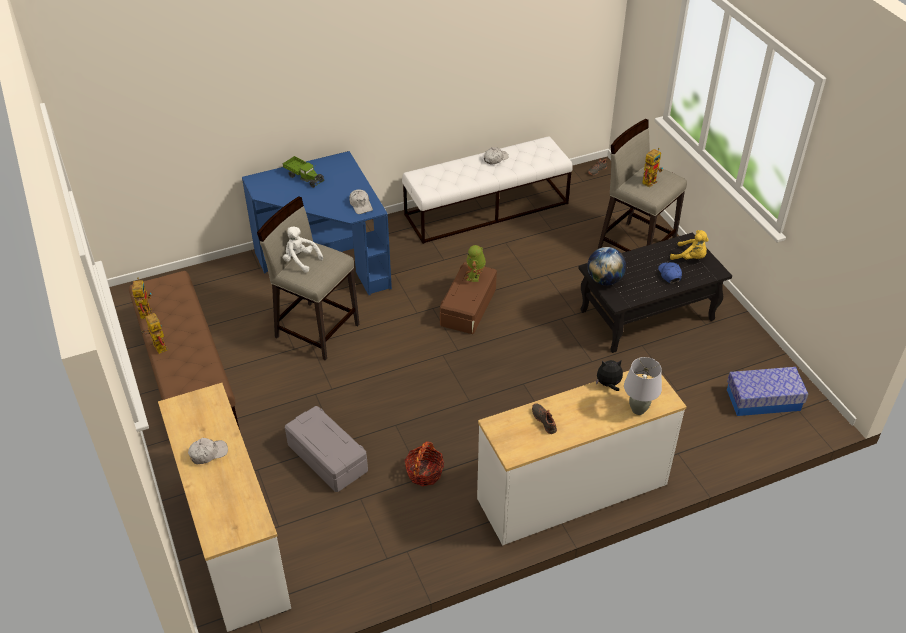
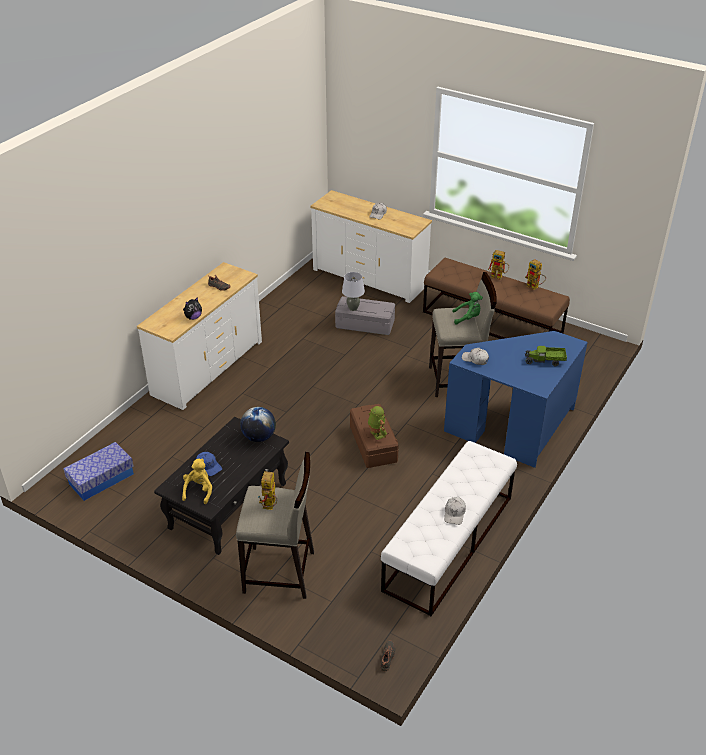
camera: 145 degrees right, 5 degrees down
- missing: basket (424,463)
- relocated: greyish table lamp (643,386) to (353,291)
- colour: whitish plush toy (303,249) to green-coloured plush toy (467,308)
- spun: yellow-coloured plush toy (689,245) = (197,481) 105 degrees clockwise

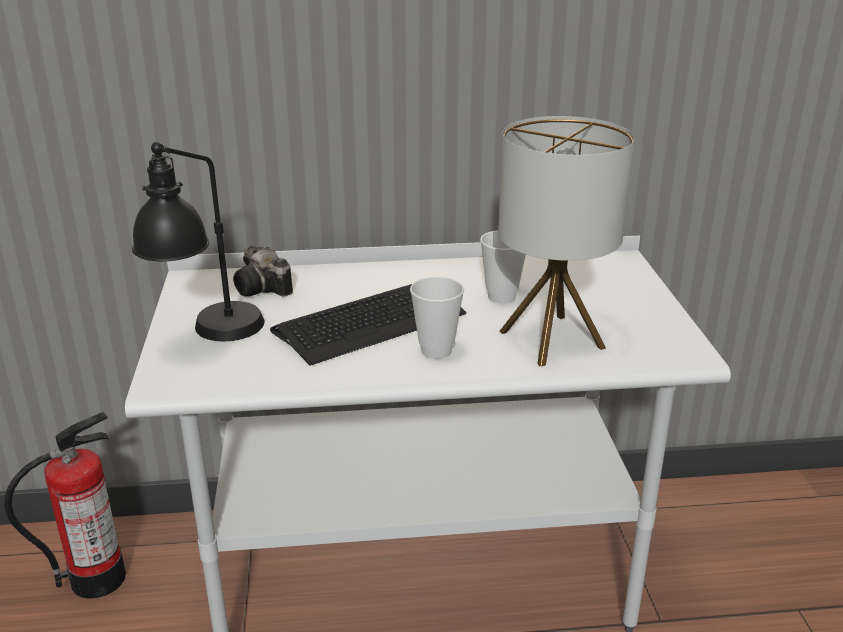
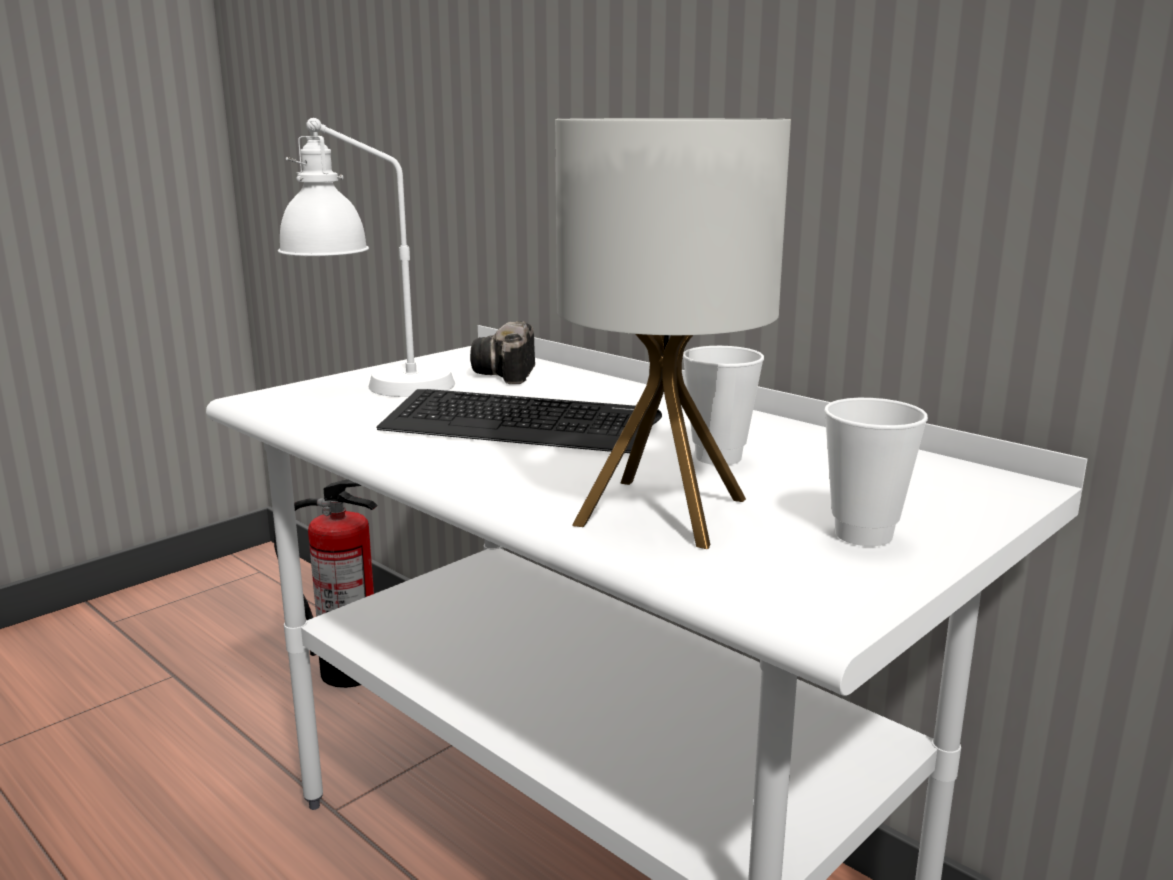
camera: 50 degrees right, 10 degrees down
- relocated: small cup (437,318) to (876,472)
- colour: black table lamp (198,242) to whitish table lamp (366,257)

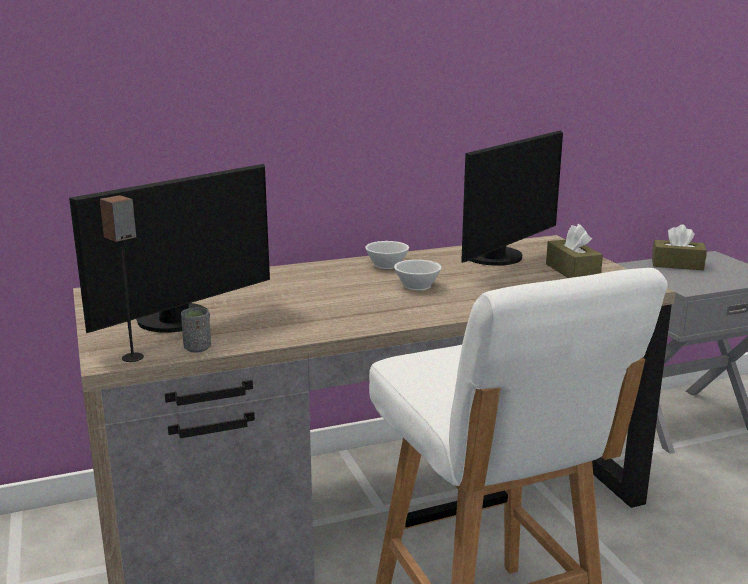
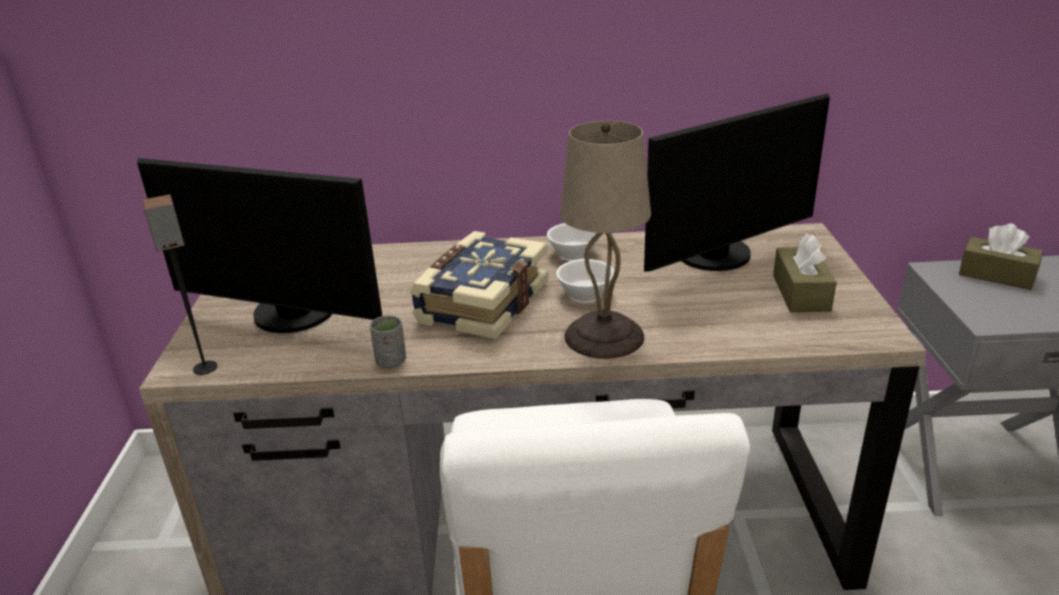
camera: 20 degrees right, 10 degrees up
- appeared: volume (478,285)
- appeared: beige table lamp (605,240)
- relocated: greyish small cup (196,330) to (388,342)
- spun: computer display (169,248) = (259,245) 45 degrees clockwise

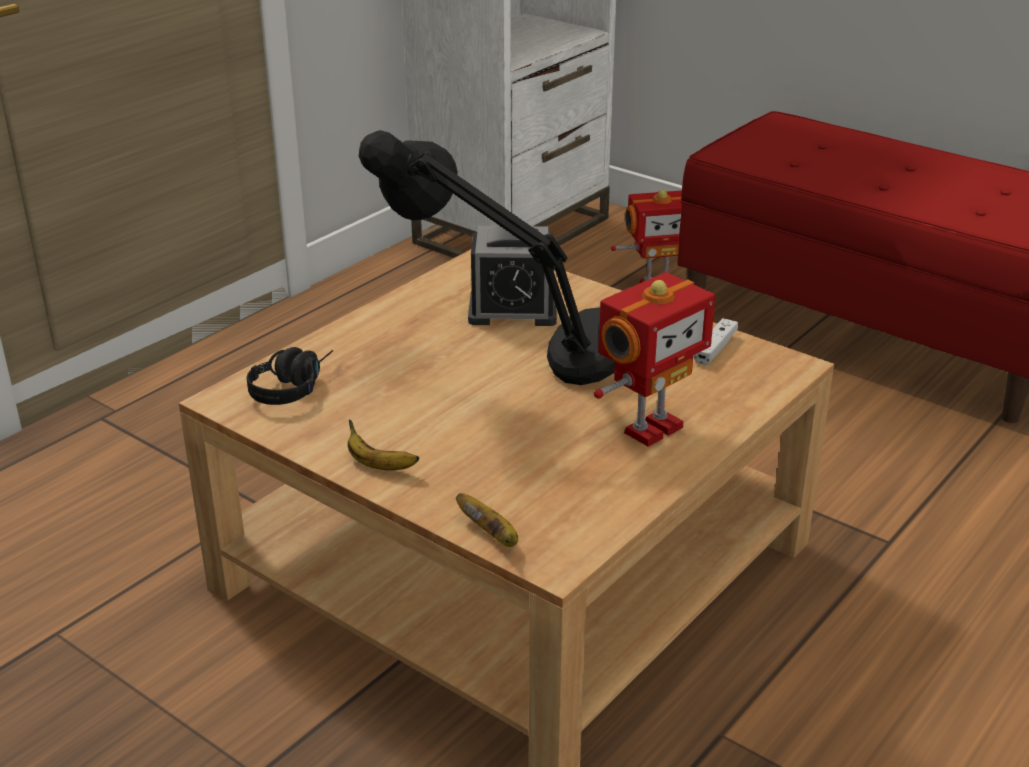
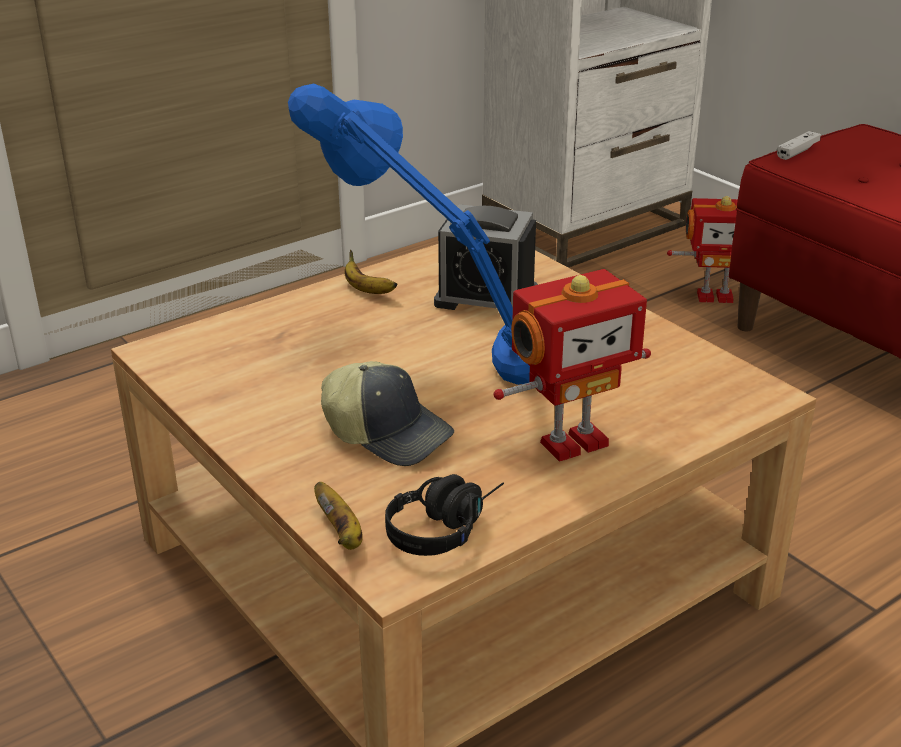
camera: 15 degrees right, 0 degrees up
- appeared: peaked cap (387,413)
- relocated: black pair of headphones (290,376) to (444,515)
- relocated: banana fruit (383,444) to (371,272)
- relocated: whitish game controller (716,341) to (799,145)
- colour: black table lamp (487,257) to blue-coloured table lamp (409,234)

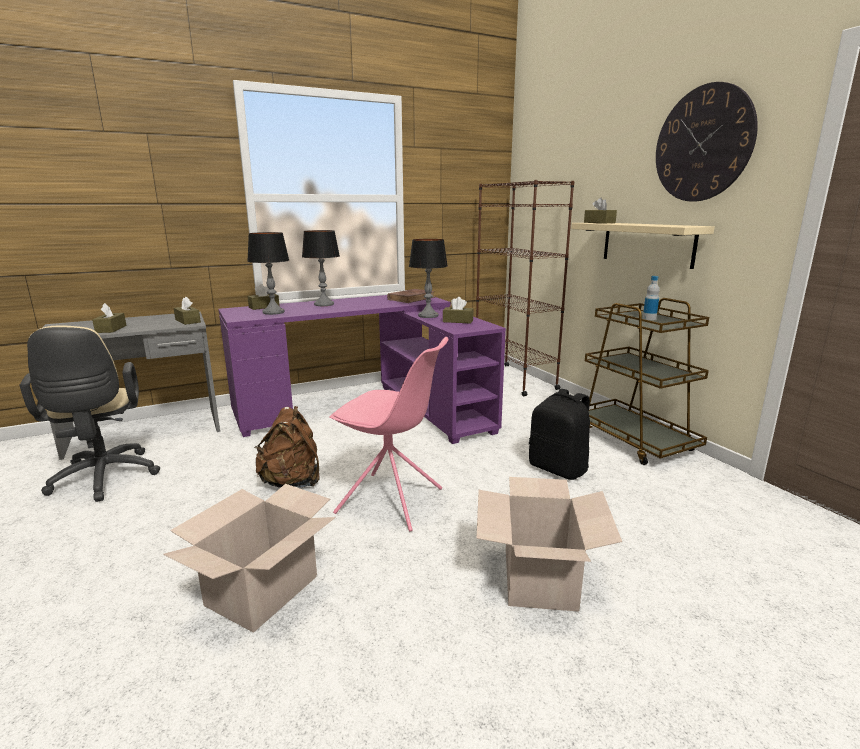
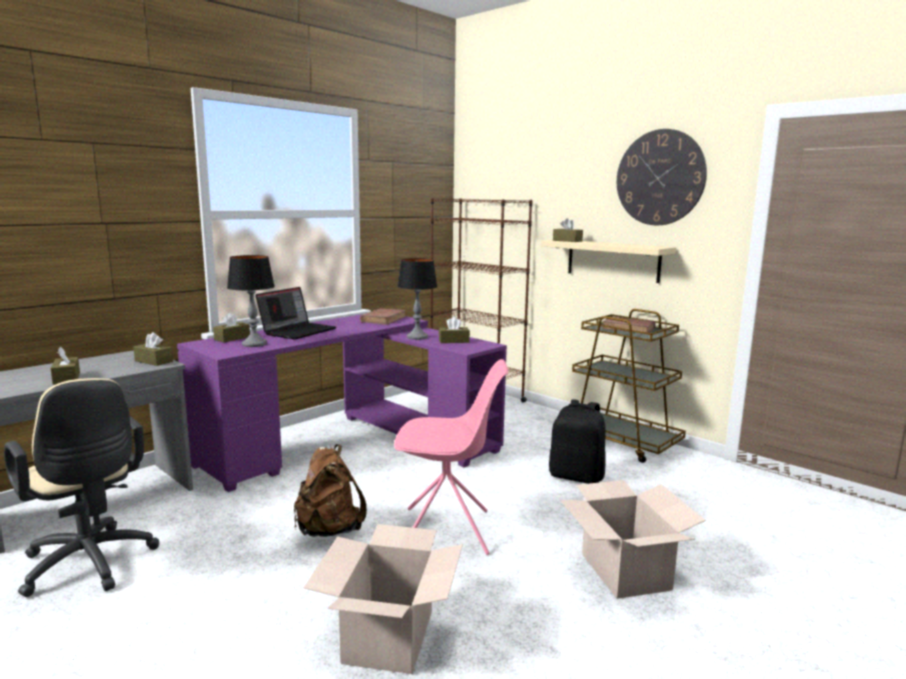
camera: 20 degrees left, 5 degrees down
- exchanged: table lamp (321,268) to portable computer (295,313)
- exchanged: beverage bottle (651,298) to brown volume (629,325)

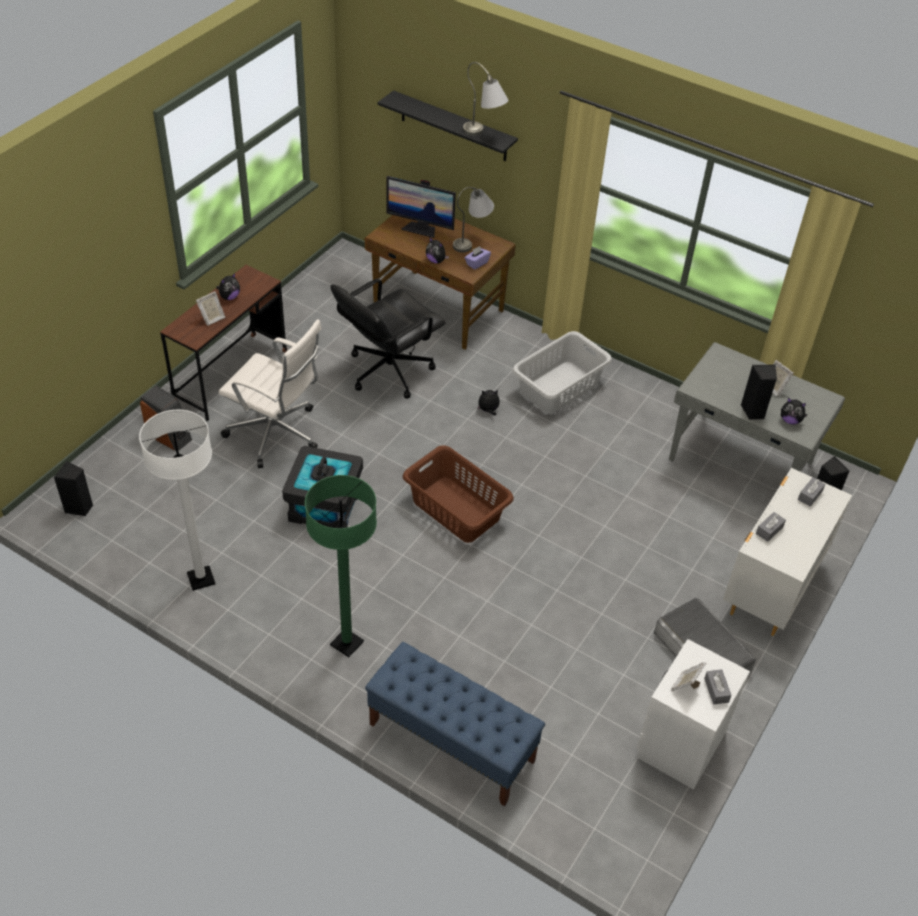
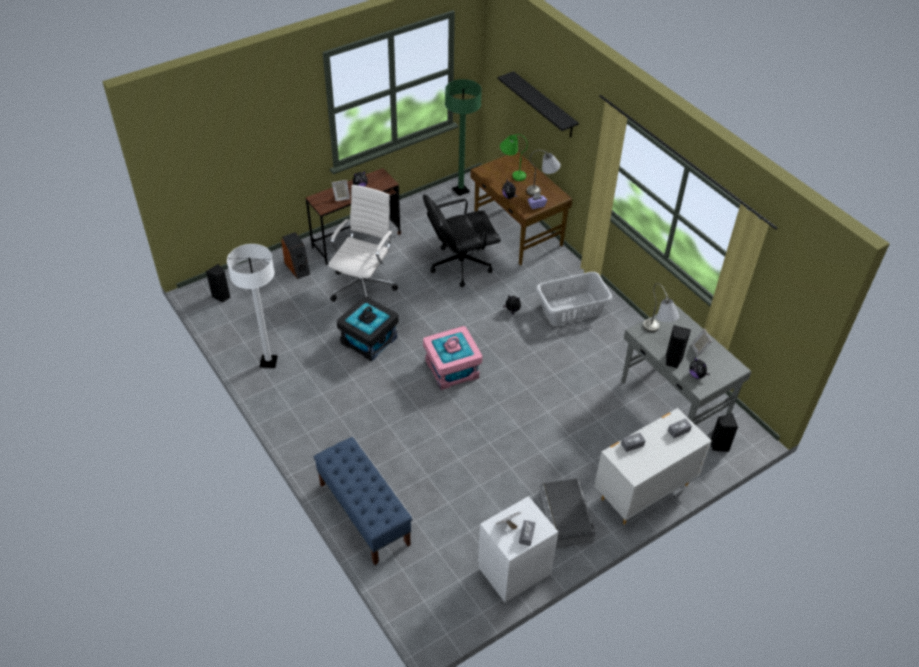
camera: 25 degrees right, 0 degrees up
- relocated: green-coloured floor lamp (341,566) to (463,137)
- relocated: greyish table lamp (485,99) to (661,307)
- exchanged: computer display (421,207) to green-coloured table lamp (514,157)
- exchanged: brown washing basket (458,494) to pinkish storage container (453,358)
- spun: whitish desk chair (269,393) = (363,243) 120 degrees counterclockwise

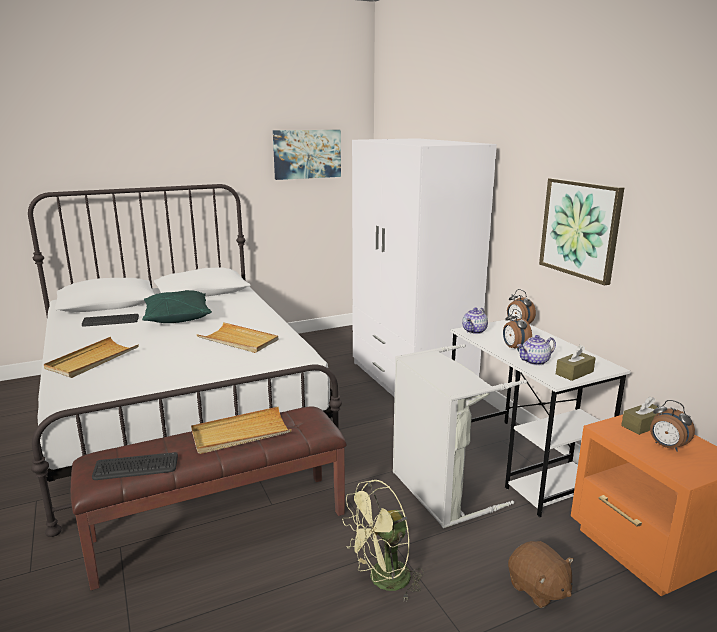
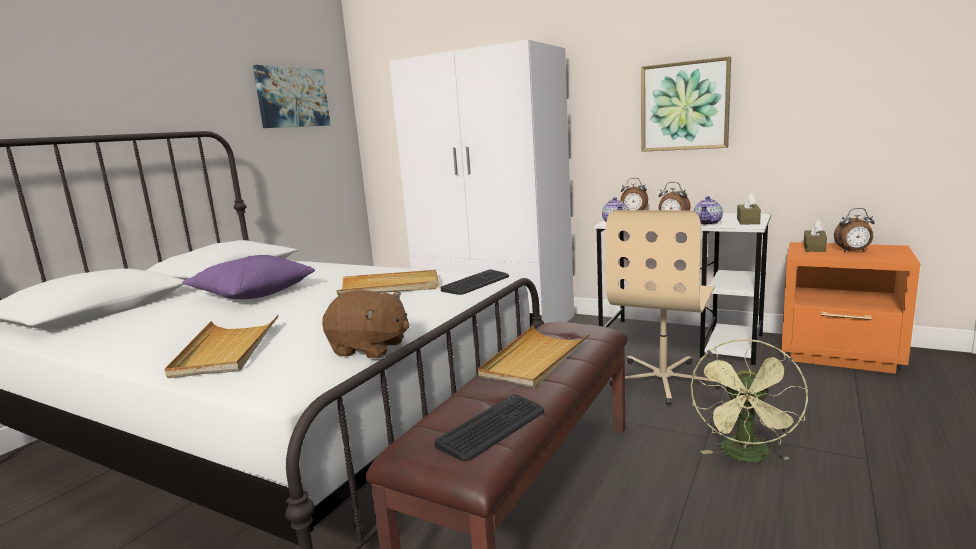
camera: 35 degrees left, 5 degrees down
- relocated: PC keyboard (110,320) to (475,282)
- relocated: brown plush toy (541,574) to (366,324)
- exchanged: greyish washing basket (460,436) to beige desk chair (664,307)
- colour: green-coloured throw pillow (177,306) to purplish throw pillow (248,277)

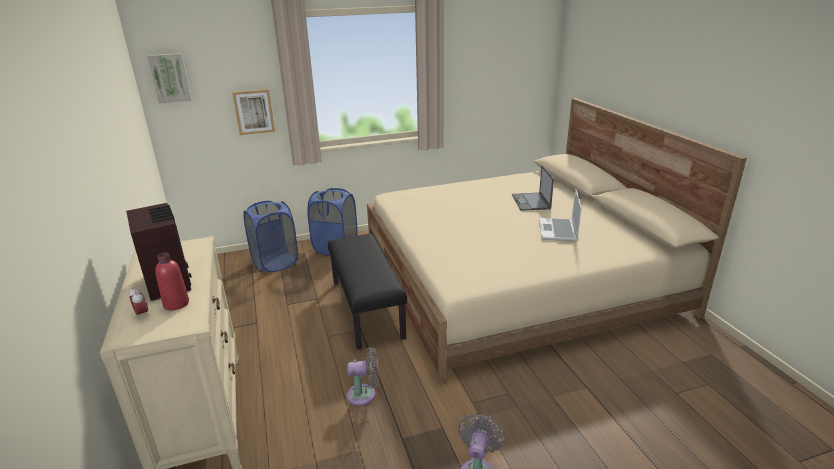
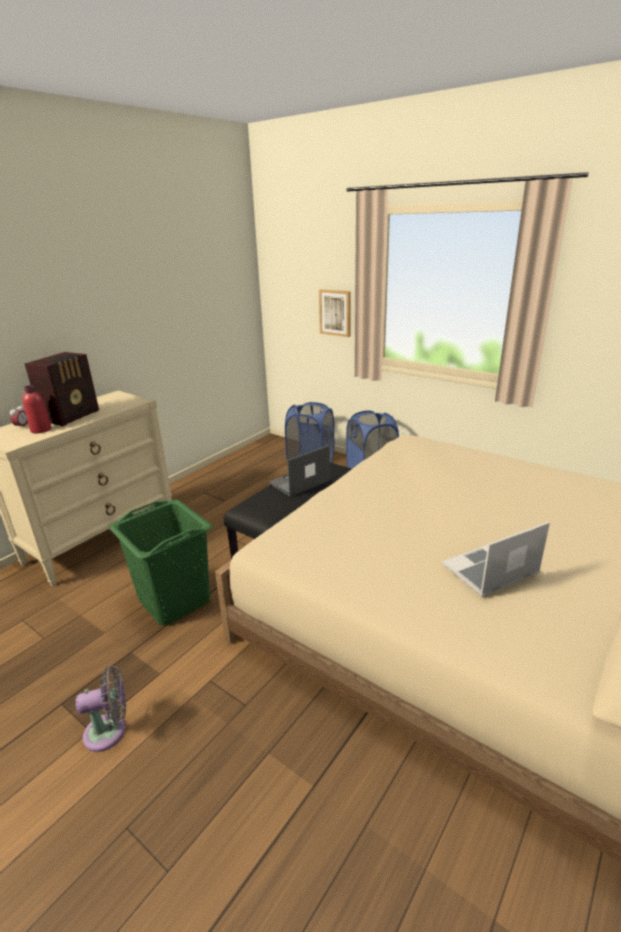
camera: 55 degrees right, 0 degrees up
- missing: picture (169,78)
- relocated: portable computer (533,188) to (299,471)
- exchanged: greyish cooling fan (363,376) to green-coloured washing basket (160,563)

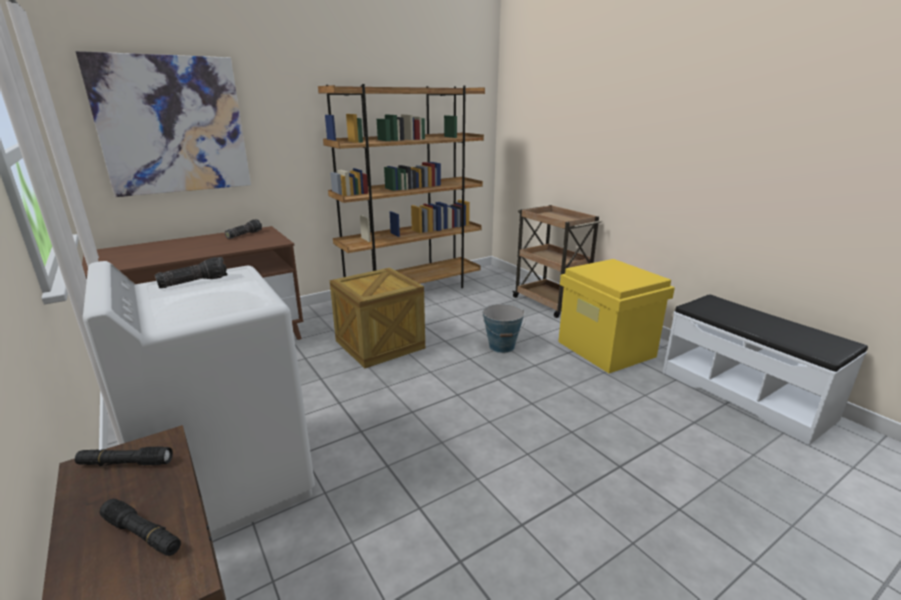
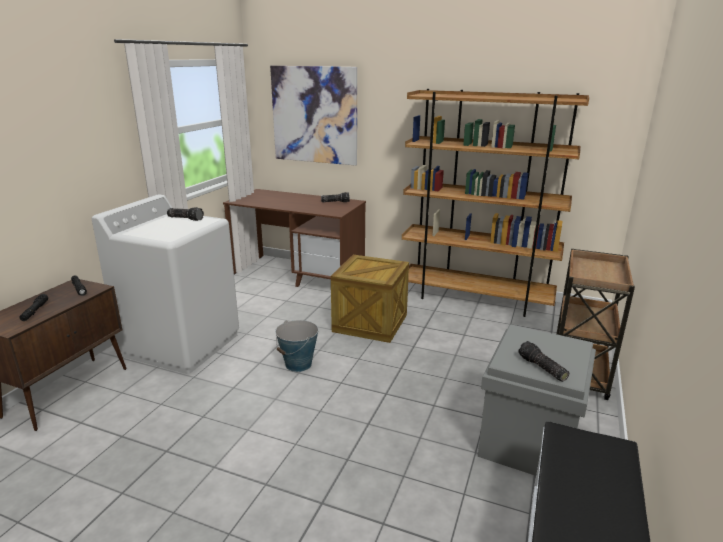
camera: 55 degrees right, 0 degrees up
- appeared: flashlight (543,361)
- relocated: water bucket (503,328) to (296,346)
- colour: yellow-coloured storage container (616,316) to greyish storage container (537,400)

